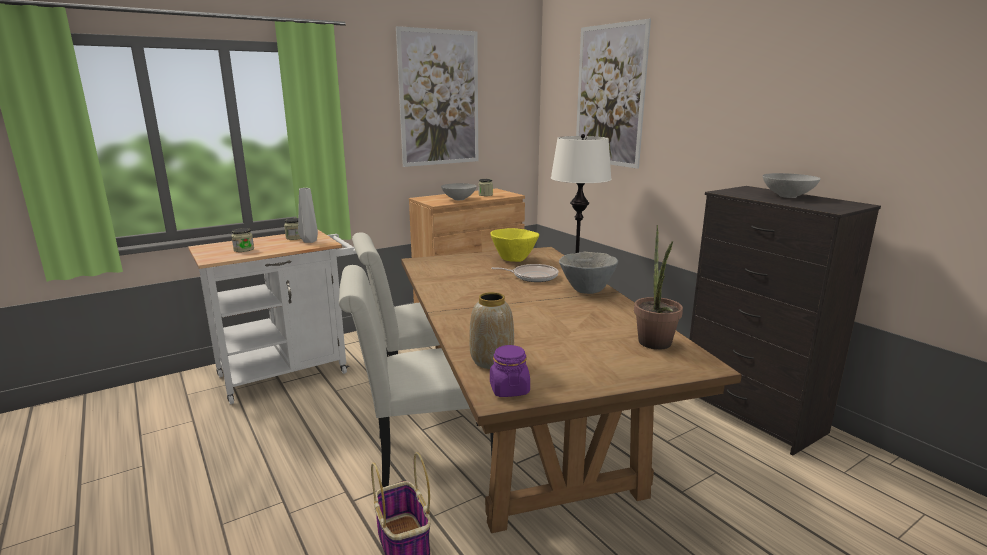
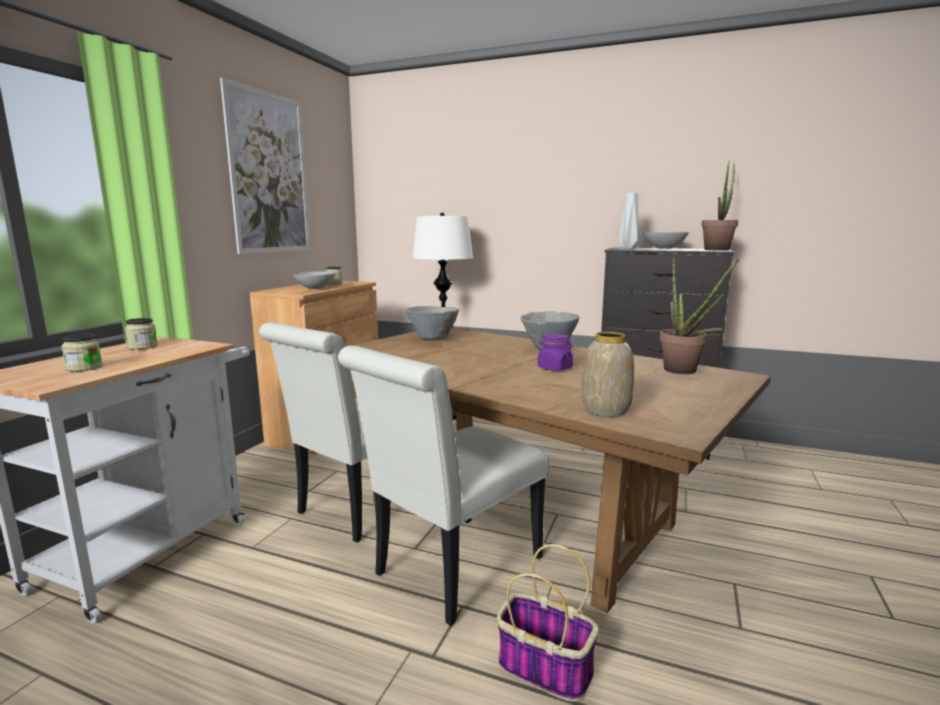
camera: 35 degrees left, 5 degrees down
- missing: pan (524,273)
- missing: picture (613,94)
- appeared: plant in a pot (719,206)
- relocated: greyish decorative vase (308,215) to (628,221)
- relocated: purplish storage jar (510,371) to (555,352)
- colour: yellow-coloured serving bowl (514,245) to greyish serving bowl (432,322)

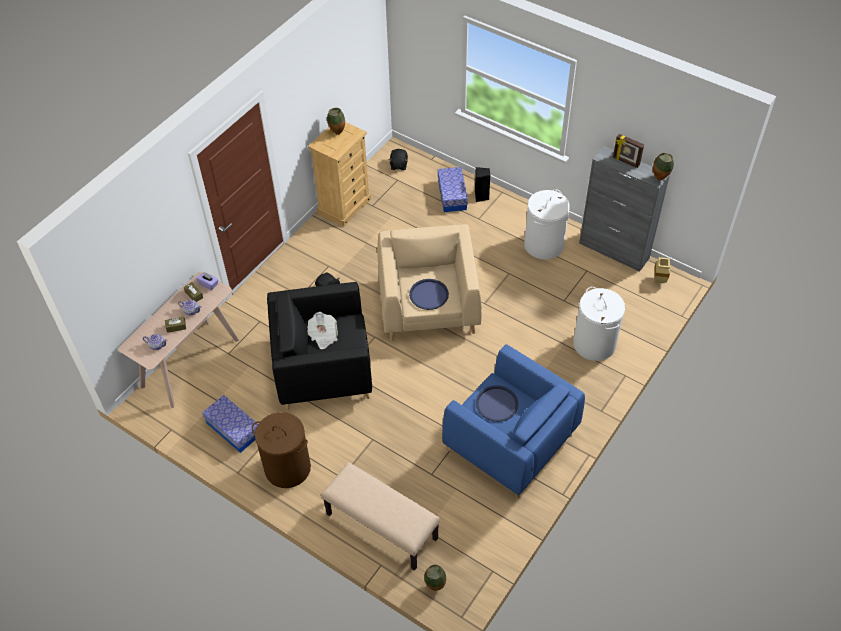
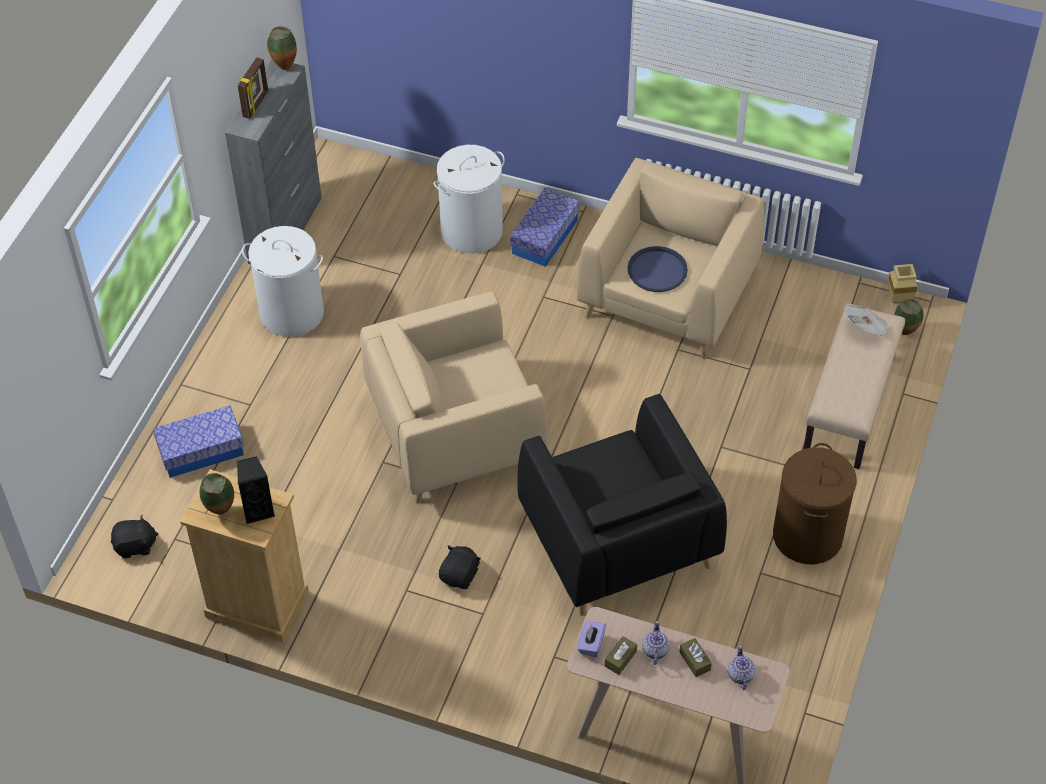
camera: 105 degrees left, 0 degrees up
- missing: blue-coloured serving tray (429,294)
- relocated: storage container (230,424) to (545,227)
- relocated: printed paper (322,330) to (867,320)
- relocated: black loudspeaker (482,184) to (256,490)
- relocated: beige decorative vase (662,270) to (903,284)
- colour: blue-coloured lounge chair (513,421) to beige lounge chair (670,258)

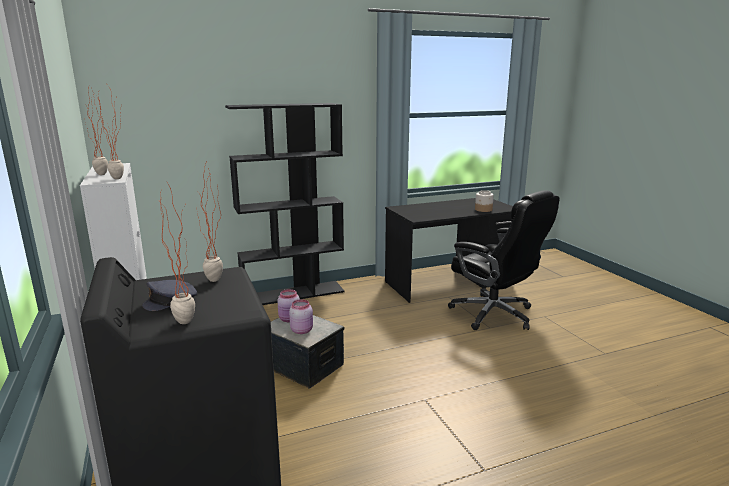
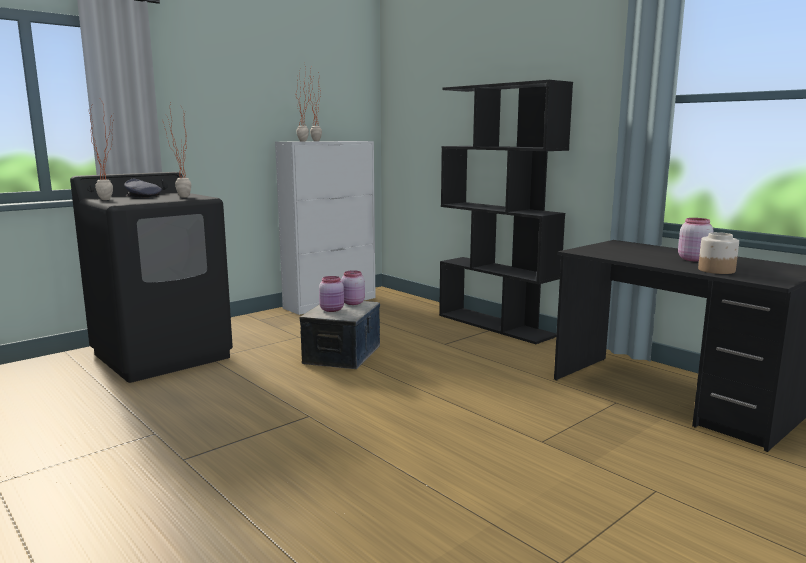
camera: 70 degrees right, 5 degrees down
- missing: black desk chair (503,260)
- appeared: pinkish storage jar (695,240)

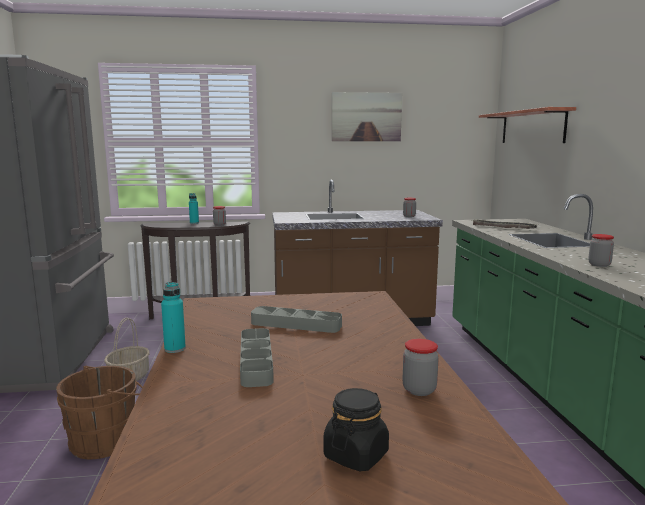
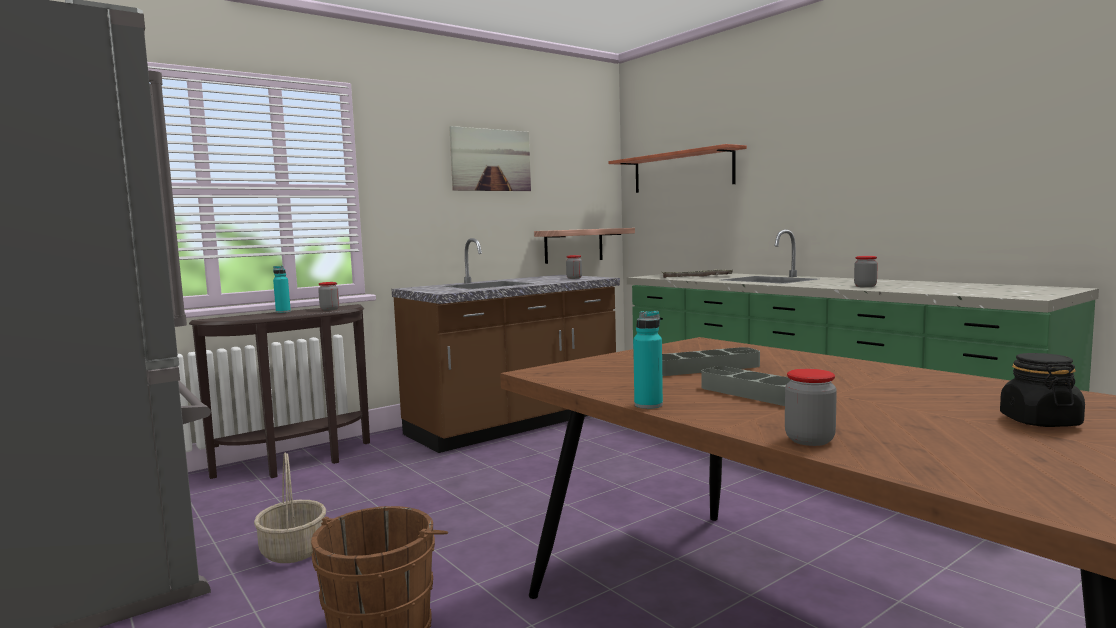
camera: 30 degrees left, 5 degrees down
- appeared: shelf (584,246)
- relocated: storage jar (421,367) to (811,407)

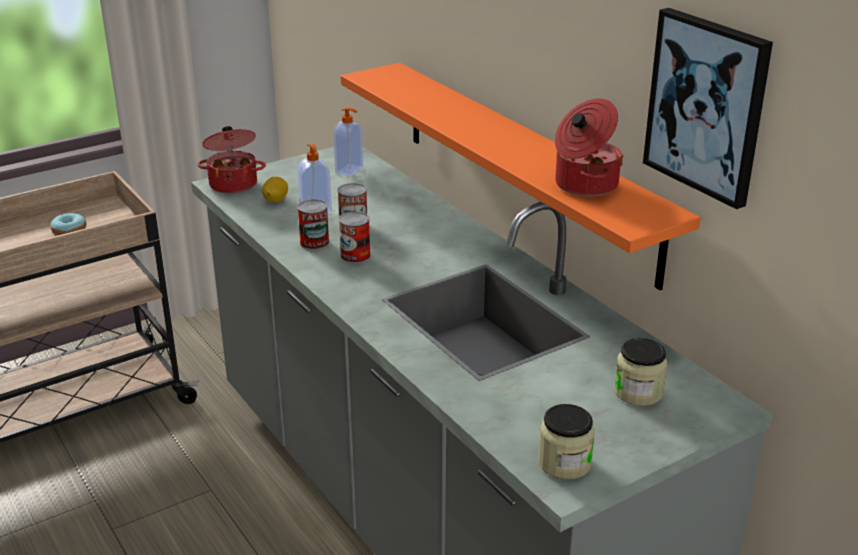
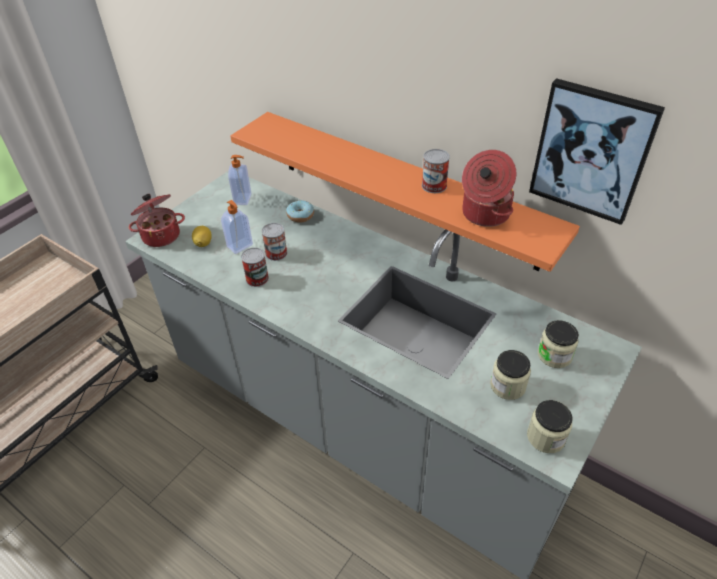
camera: 20 degrees left, 15 degrees up
- appeared: storage jar (510,375)
- relocated: ring doughnut (68,224) to (300,211)
- relocated: can (355,237) to (436,171)

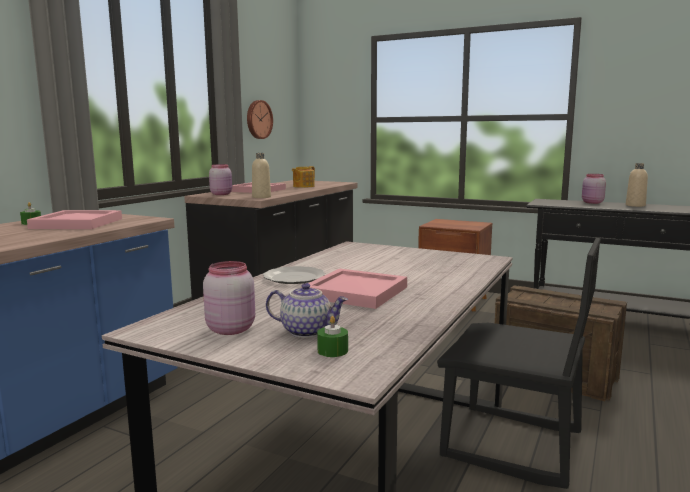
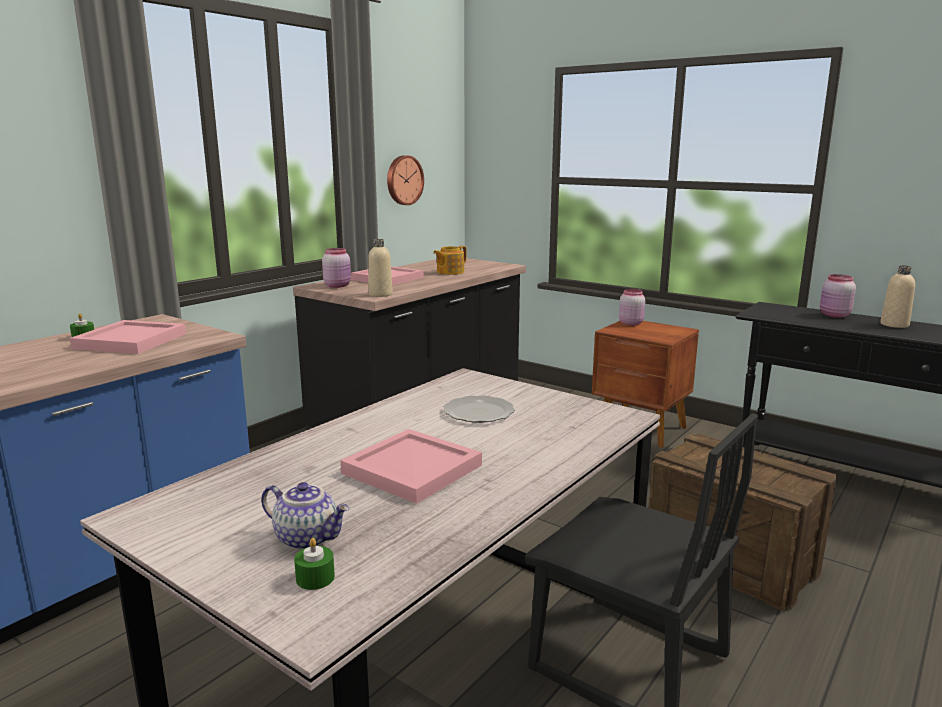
camera: 10 degrees right, 5 degrees up
- relocated: pinkish storage jar (229,298) to (632,307)
- relocated: plate (294,275) to (479,409)

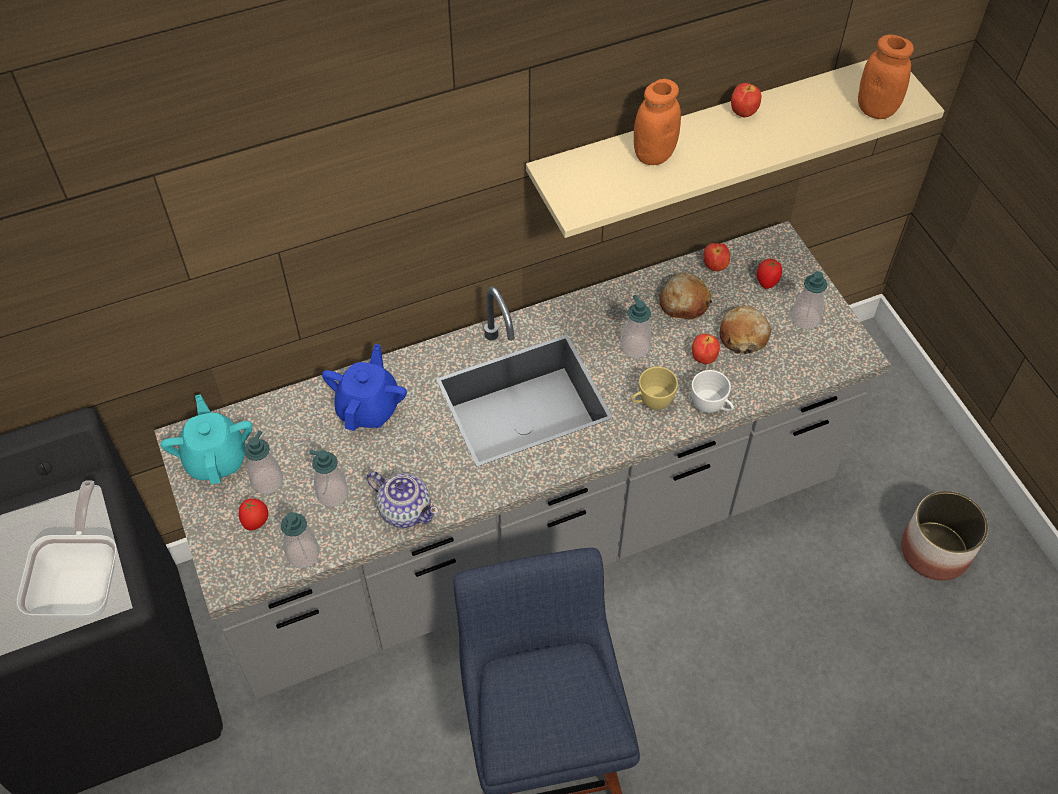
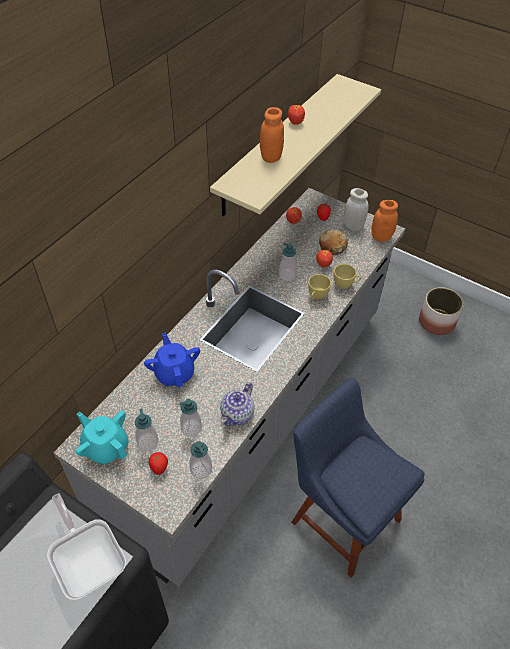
camera: 35 degrees left, 5 degrees down
- missing: bread (685,295)
- relocated: orangey storage jar (886,76) to (384,221)
- exchanged: liquid soap bottle (809,300) to whitish storage jar (356,209)
- colour: whitish small cup (712,391) to yellow-coloured small cup (347,276)
- spun: tea pot (402,499) = (237,404) 120 degrees clockwise

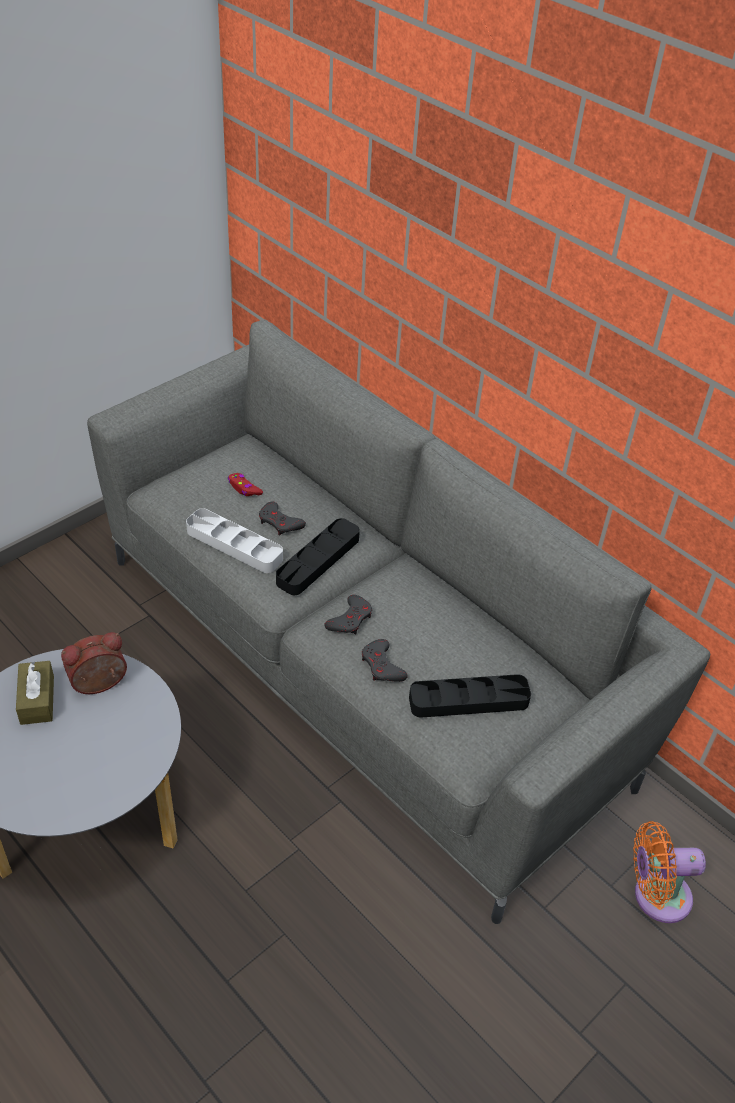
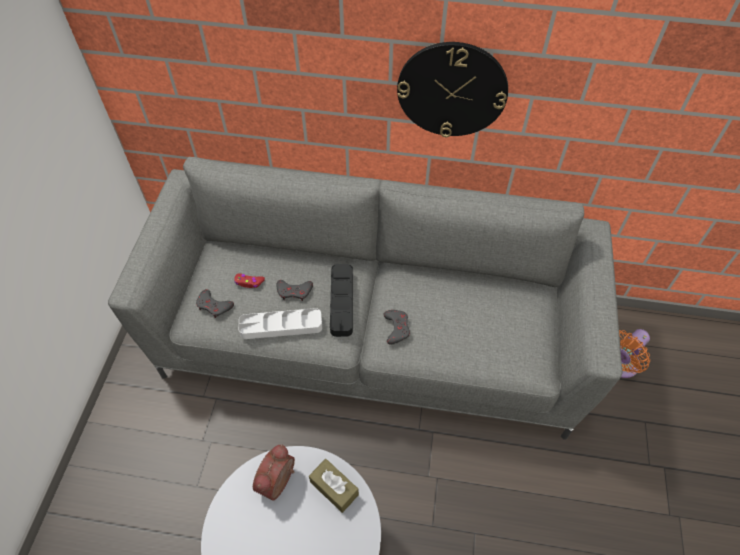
camera: 35 degrees left, 10 degrees up
- missing: black serving tray (470,696)
- appeared: wall clock (452,89)
- relocated: brown tissue box (35,693) to (334,486)
- relocated: greyish game controller (385,660) to (215,303)

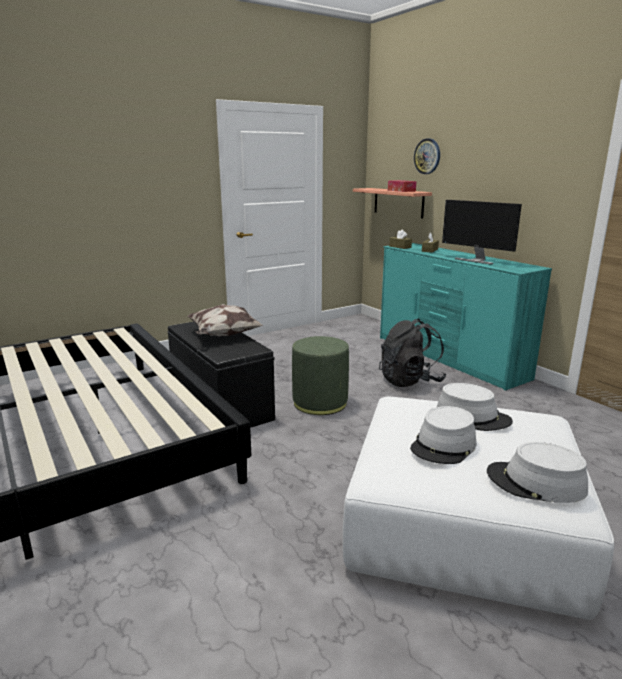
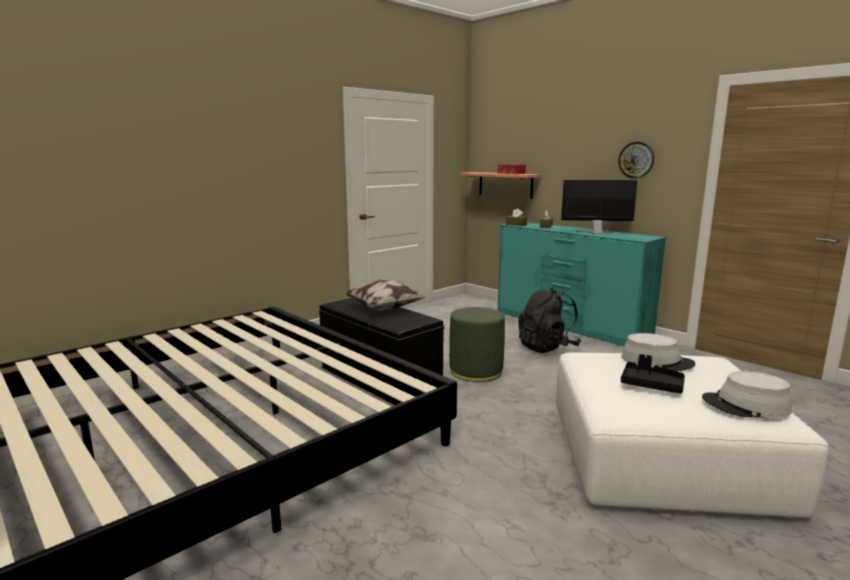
camera: 10 degrees left, 5 degrees down
- relocated: wall clock (427,156) to (636,160)
- exchanged: greyish wearable hat (443,435) to black serving tray (653,374)
- spun: computer display (482,232) = (599,207) 150 degrees clockwise

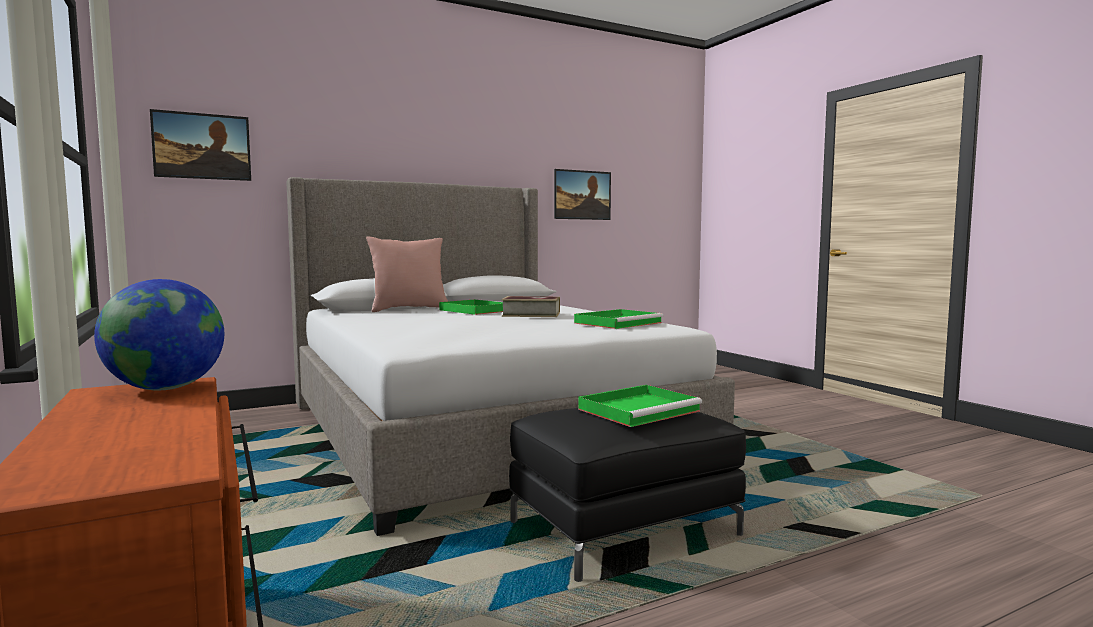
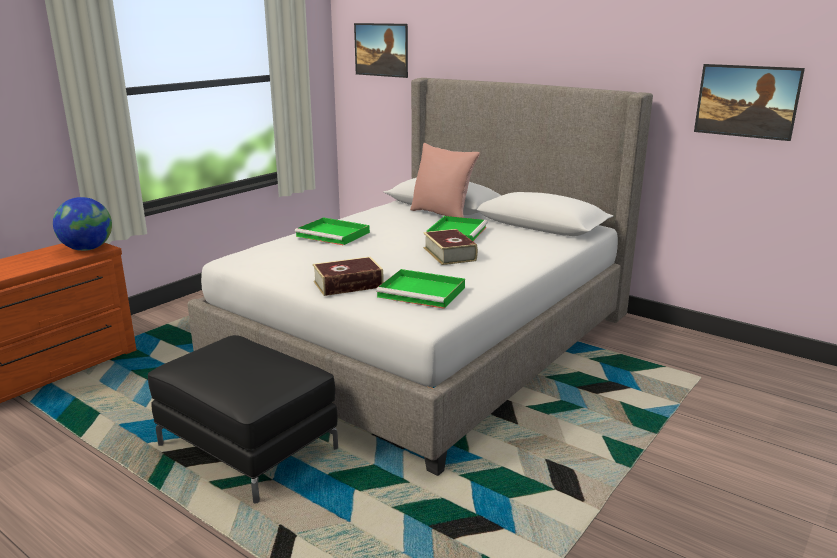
camera: 65 degrees right, 15 degrees up
- appeared: volume (348,276)
- relocated: green-coloured serving tray (640,406) to (332,231)

